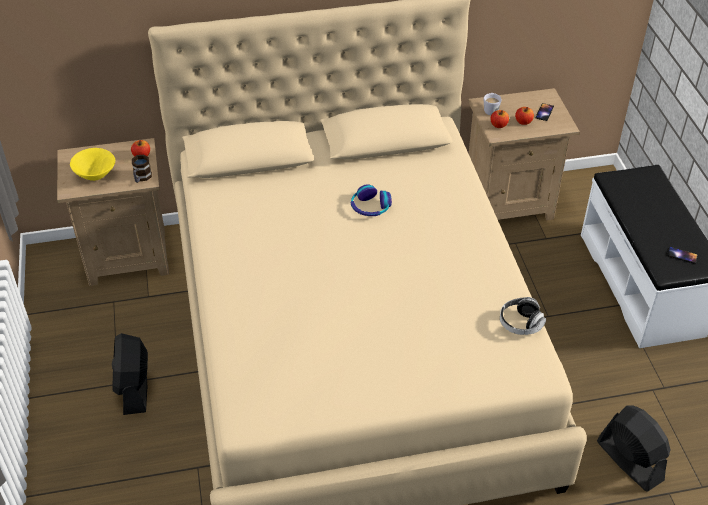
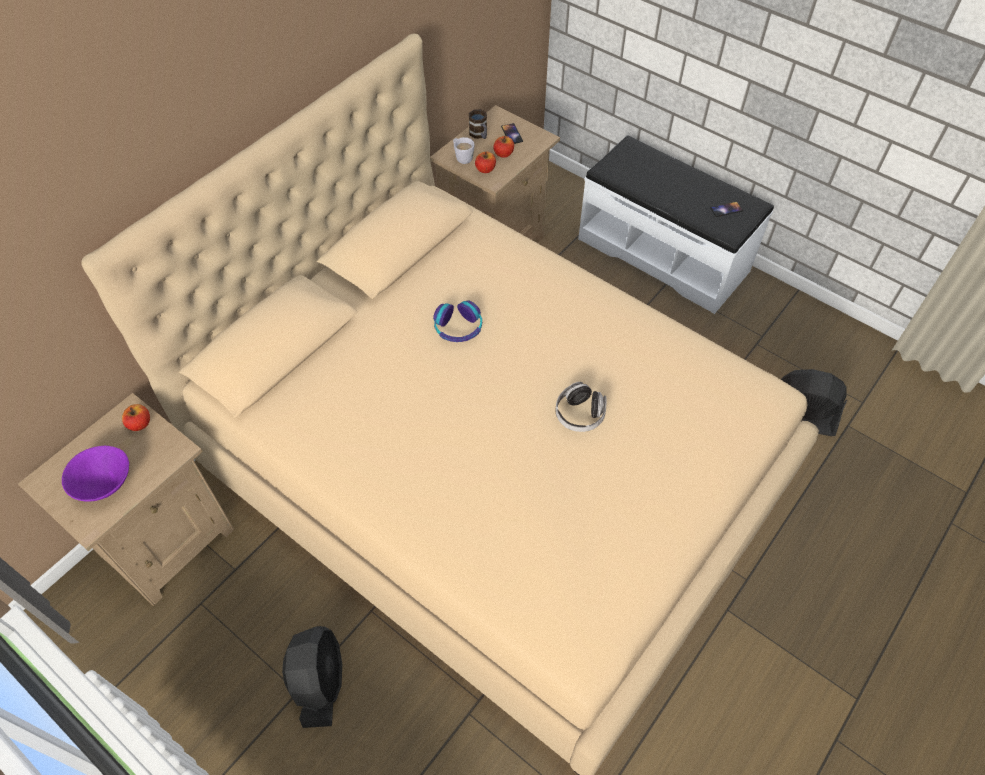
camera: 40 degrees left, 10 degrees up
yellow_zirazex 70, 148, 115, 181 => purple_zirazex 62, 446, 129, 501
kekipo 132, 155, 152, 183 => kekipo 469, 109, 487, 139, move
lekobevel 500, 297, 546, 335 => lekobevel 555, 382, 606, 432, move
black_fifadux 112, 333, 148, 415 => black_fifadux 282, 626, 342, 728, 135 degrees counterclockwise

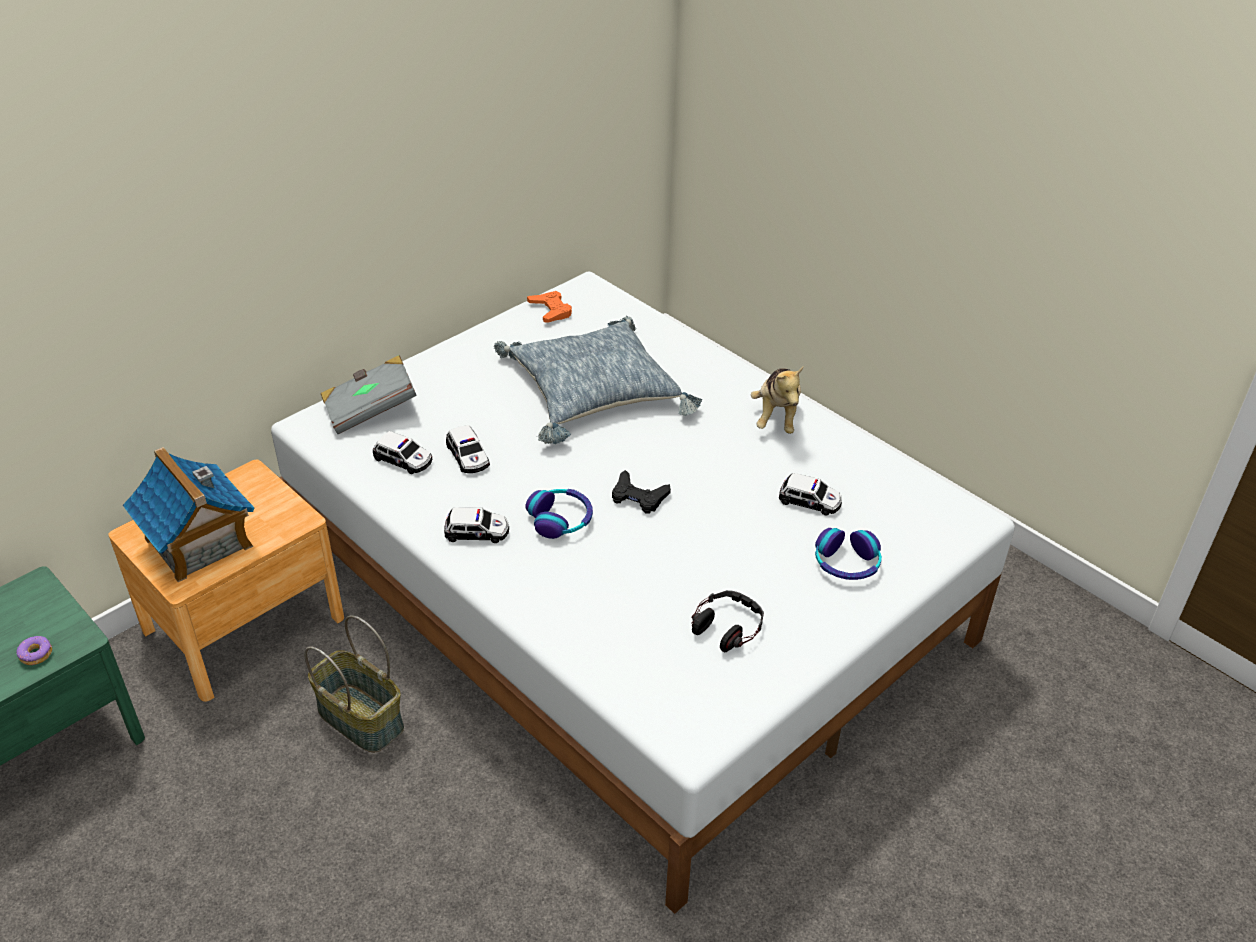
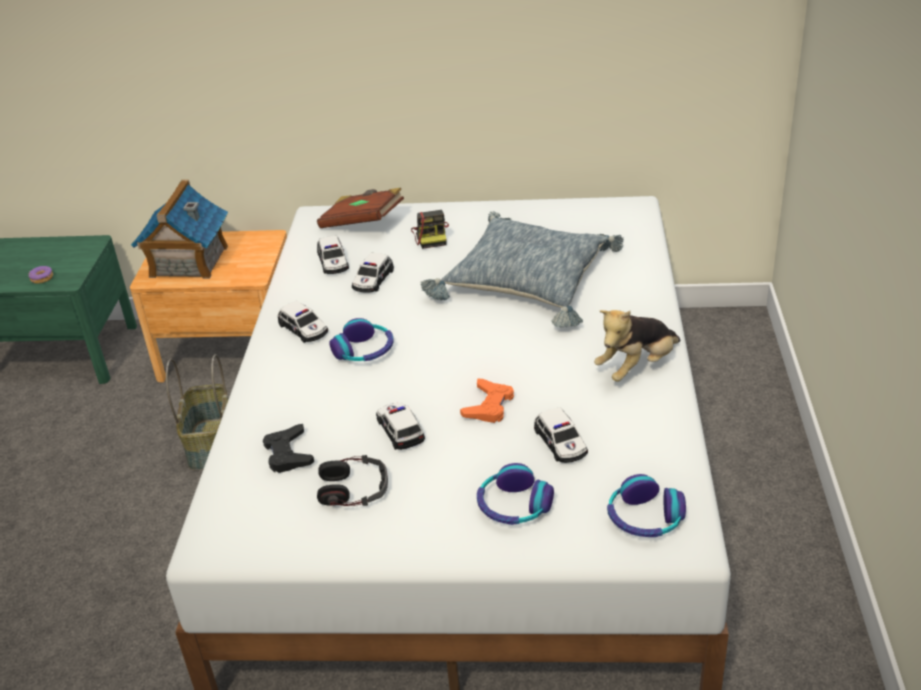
camera: 50 degrees right, 5 degrees down
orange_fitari 527, 291, 572, 323 => orange_fitari 460, 378, 514, 423, move
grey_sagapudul 321, 355, 417, 434 => brown_sagapudul 317, 188, 404, 228
black_fitari 612, 470, 671, 514 => black_fitari 263, 424, 314, 473, move
nothing => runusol 411, 210, 449, 249
nothing => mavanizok 376, 402, 425, 450
nothing => lekobevel 607, 474, 686, 537

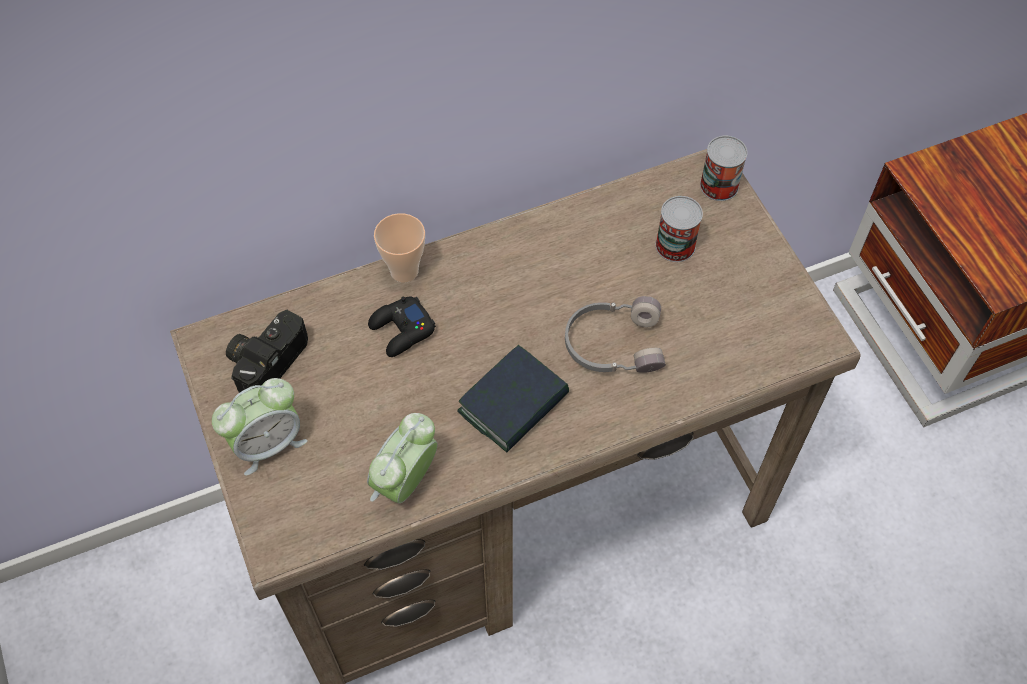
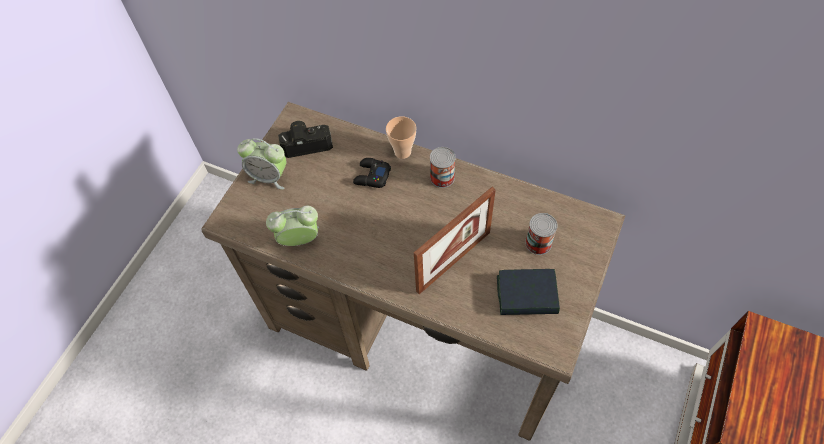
camera: 50 degrees right, 0 degrees up
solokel 700, 135, 748, 201 => solokel 430, 147, 456, 188, move
grey_lekobevel 565, 296, 666, 373 => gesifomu 414, 187, 496, 294
sagapudul 457, 345, 569, 452 => sagapudul 497, 269, 560, 315, move

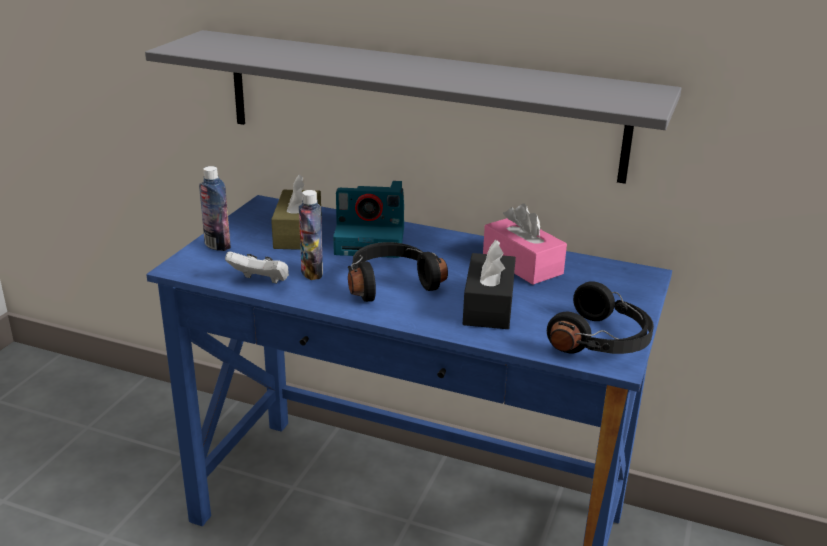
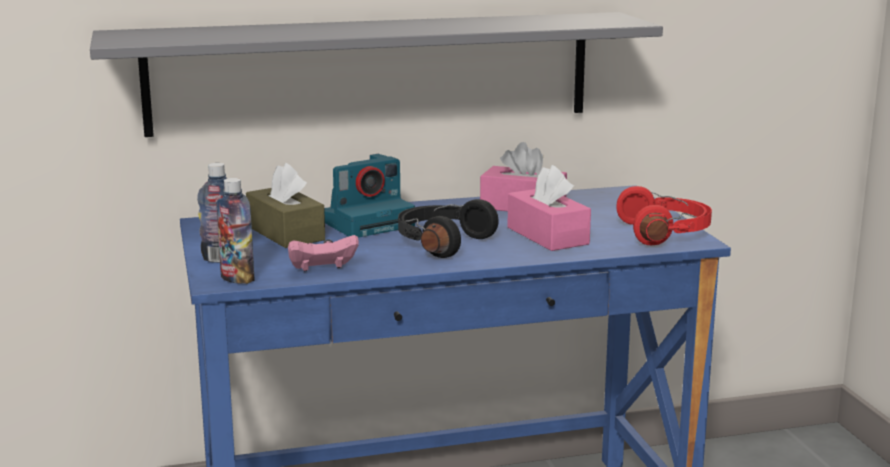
camera: 35 degrees left, 10 degrees down
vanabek 299, 190, 323, 280 => vanabek 217, 178, 255, 284, move
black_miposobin 463, 240, 516, 329 => pink_miposobin 507, 165, 591, 251
white_fitari 225, 251, 289, 283 => pink_fitari 288, 235, 359, 272
black_lekobevel 547, 281, 654, 354 => red_lekobevel 616, 186, 712, 245

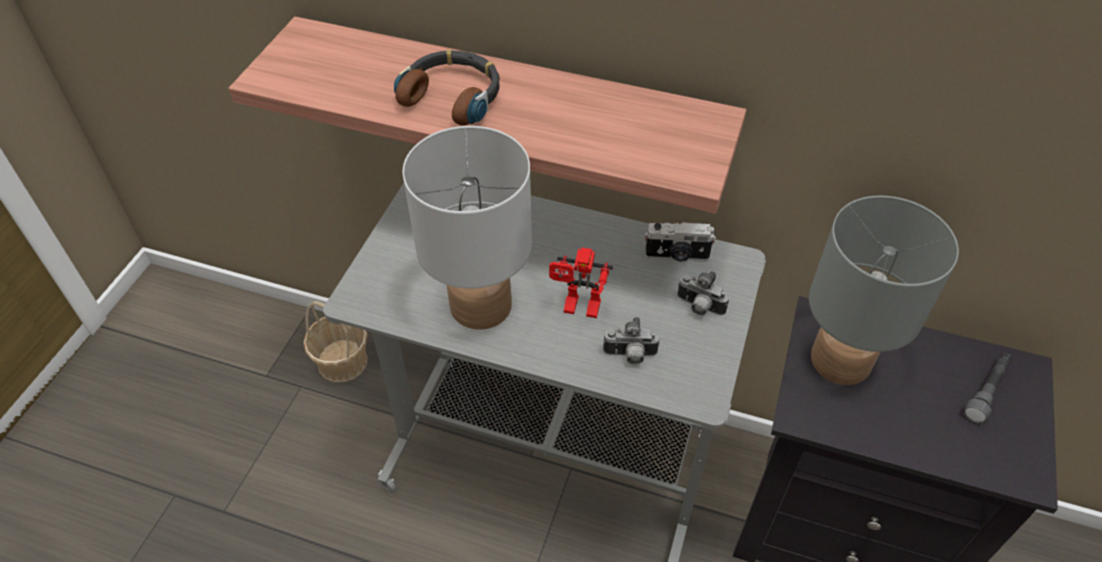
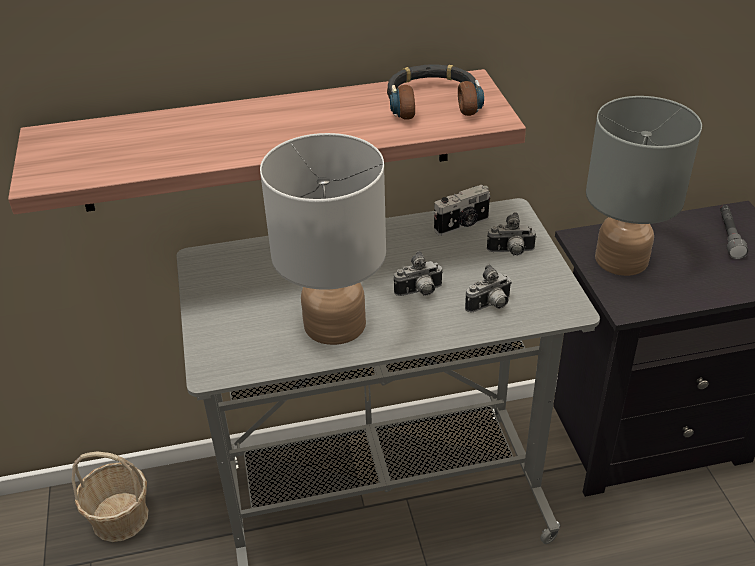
camera: 30 degrees left, 10 degrees down
lekobevel 394, 49, 500, 125 => lekobevel 387, 65, 484, 120, move
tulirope 549, 248, 613, 318 => runusol 394, 251, 443, 296

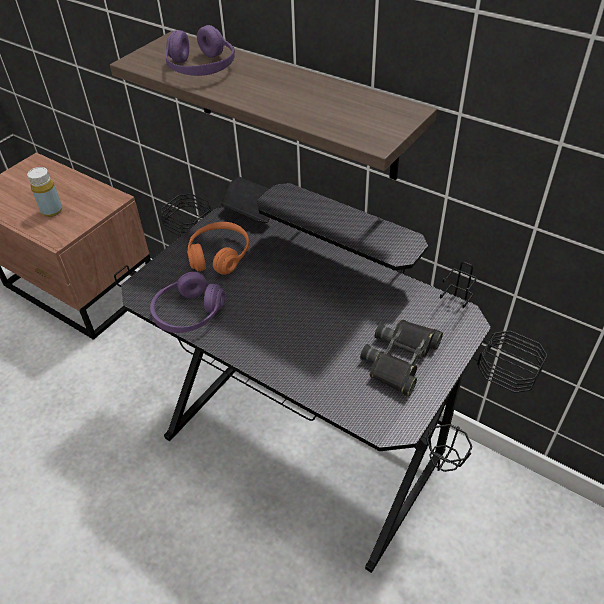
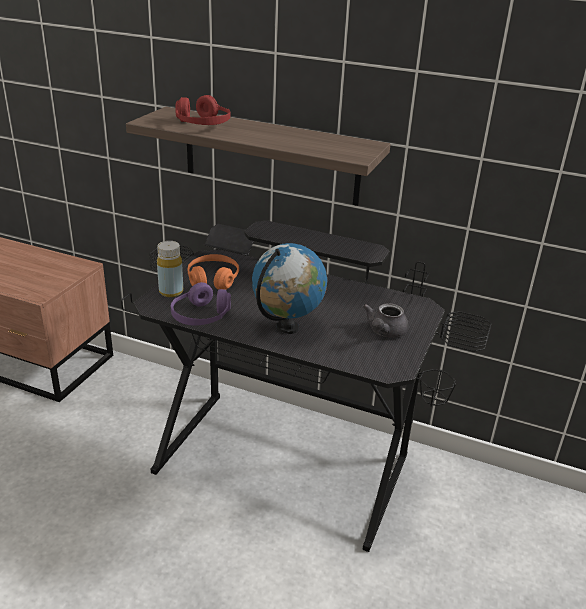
camera: 15 degrees left, 15 degrees down
purple_lekobevel 165, 25, 235, 76 => red_lekobevel 175, 95, 231, 125
yellow_vanabek 27, 167, 63, 217 => yellow_vanabek 157, 241, 183, 297, move
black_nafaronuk 360, 320, 443, 396 => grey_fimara 363, 303, 409, 338
nothing => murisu 252, 243, 327, 334

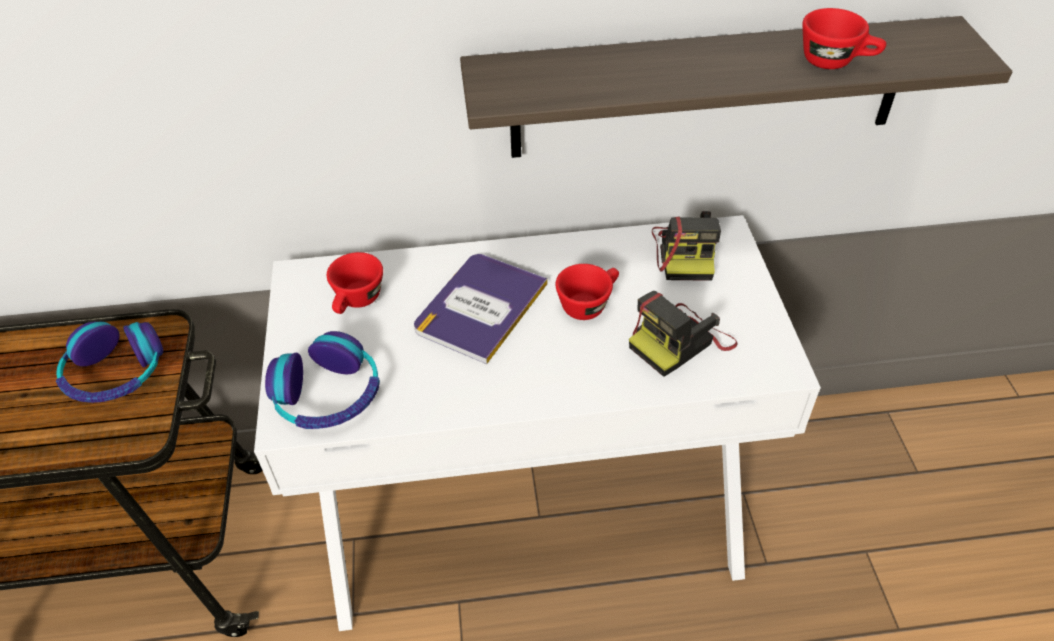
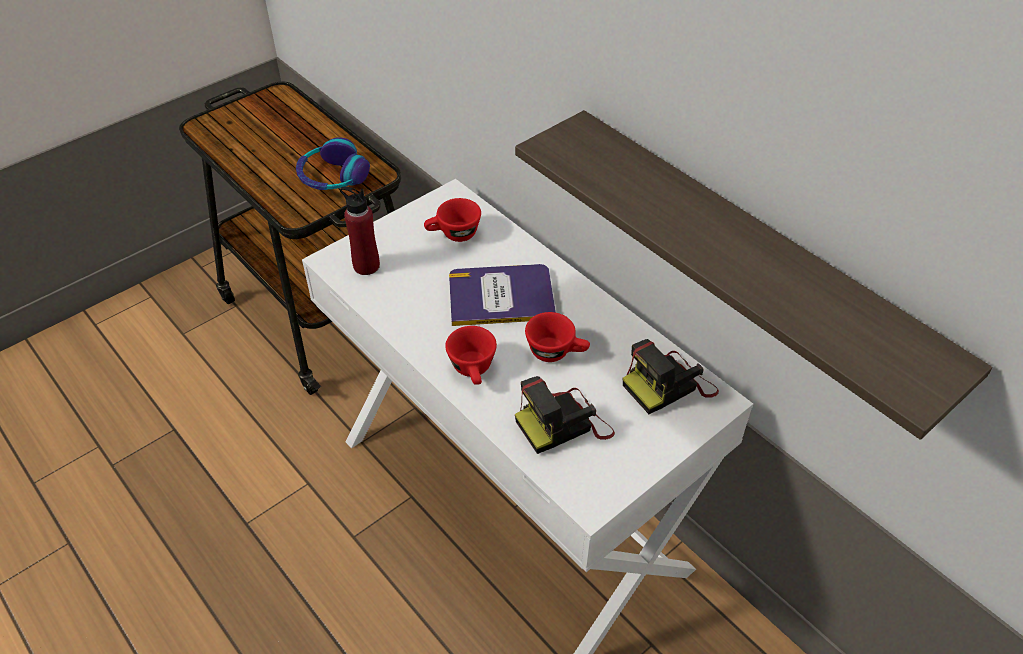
camera: 55 degrees right, 0 degrees up
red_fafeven 802, 8, 886, 69 => red_fafeven 445, 326, 497, 385, move
runusol 629, 291, 738, 377 => runusol 515, 376, 615, 454, 45 degrees counterclockwise
lekobevel 265, 331, 380, 429 => red_vanabek 340, 187, 380, 275

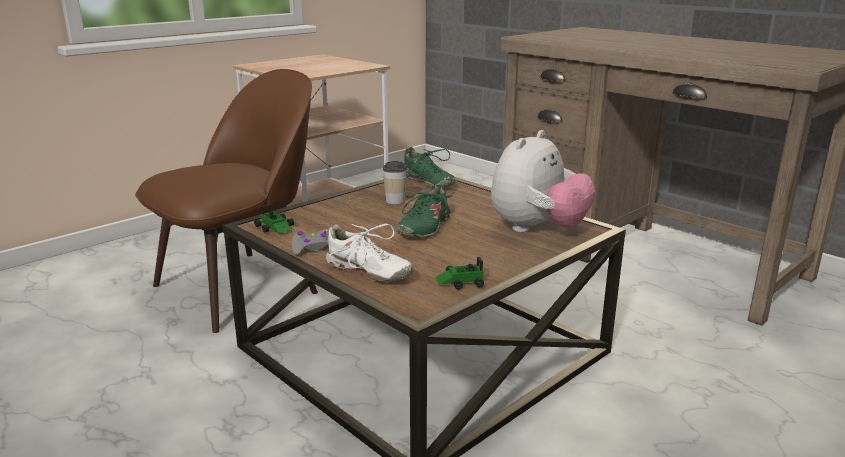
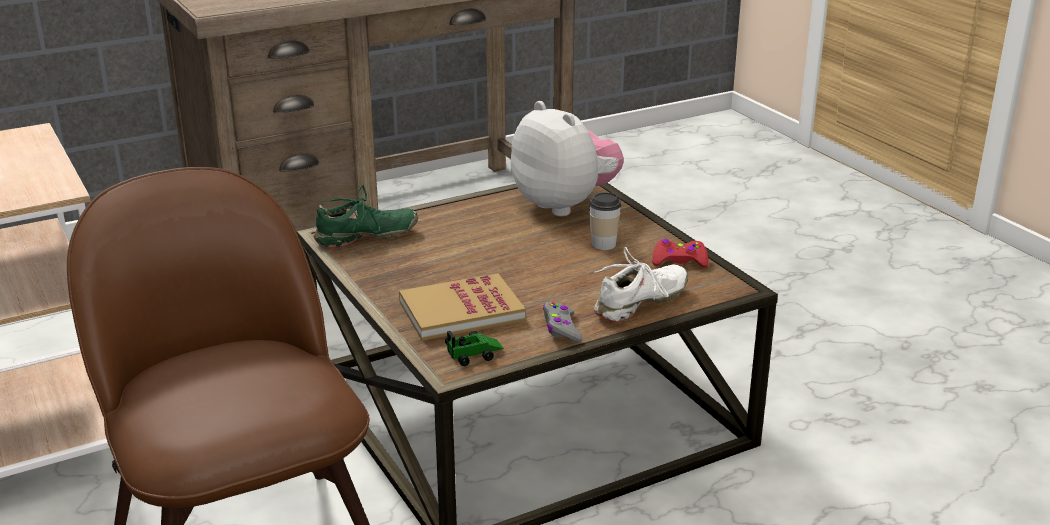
camera: 75 degrees left, 5 degrees up
fafeven 382, 161, 407, 204 => fafeven 589, 192, 622, 250, move
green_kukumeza 396, 183, 455, 237 => nothing
mavanizok 435, 257, 484, 290 => red_fitari 652, 239, 709, 267
nothing => sagapudul 399, 273, 525, 341

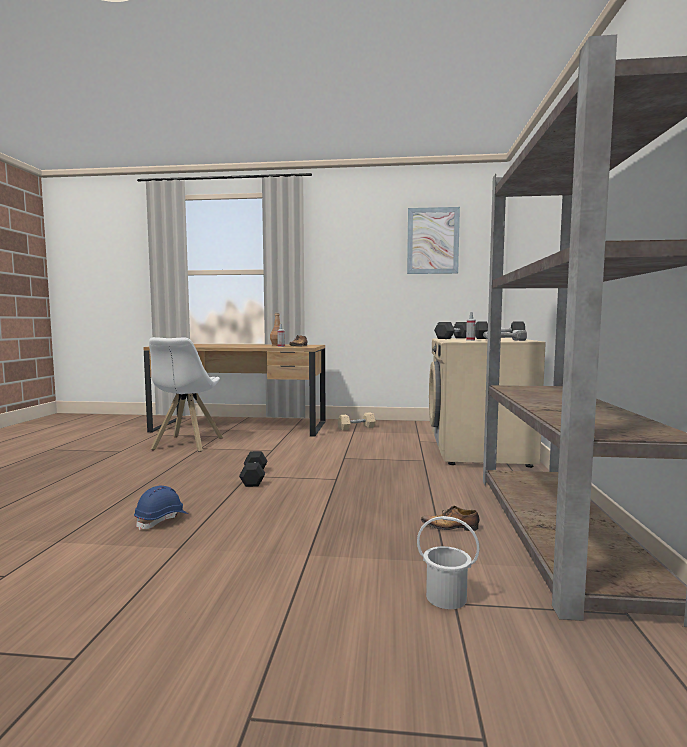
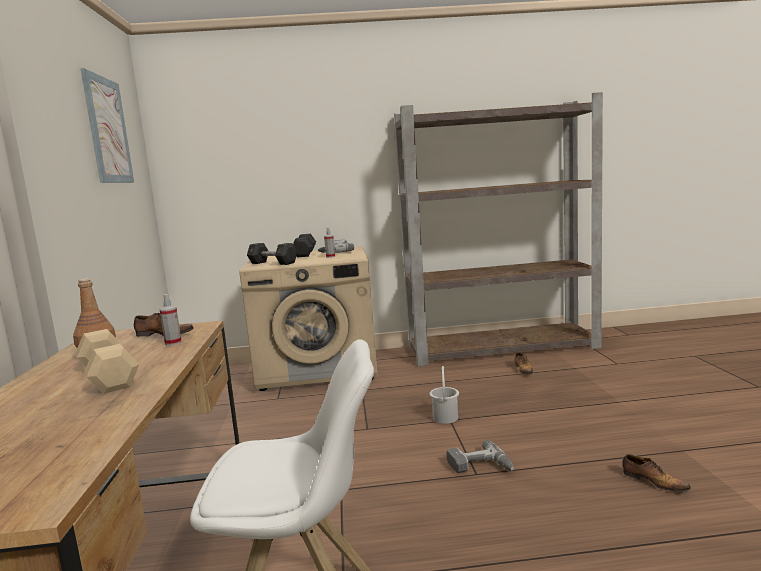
camera: 100 degrees left, 5 degrees up
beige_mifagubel 338, 412, 376, 431 => beige_mifagubel 75, 329, 139, 394, move
black_mifagubel 239, 451, 267, 487 => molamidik 447, 440, 514, 473
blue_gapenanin 134, 486, 189, 531 => kukumeza 622, 454, 691, 493
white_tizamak 417, 516, 480, 609 => white_tizamak 429, 366, 459, 424, move

